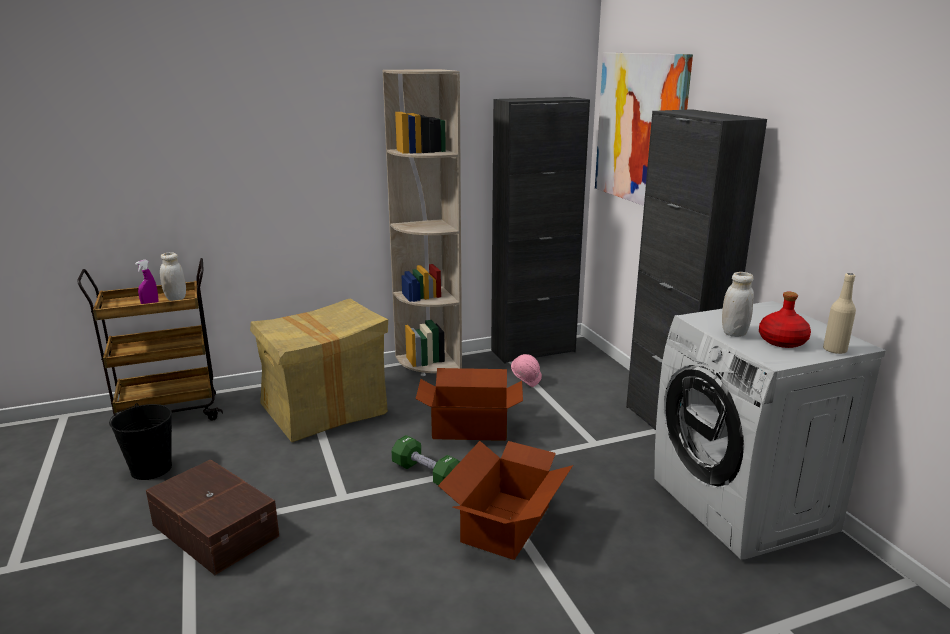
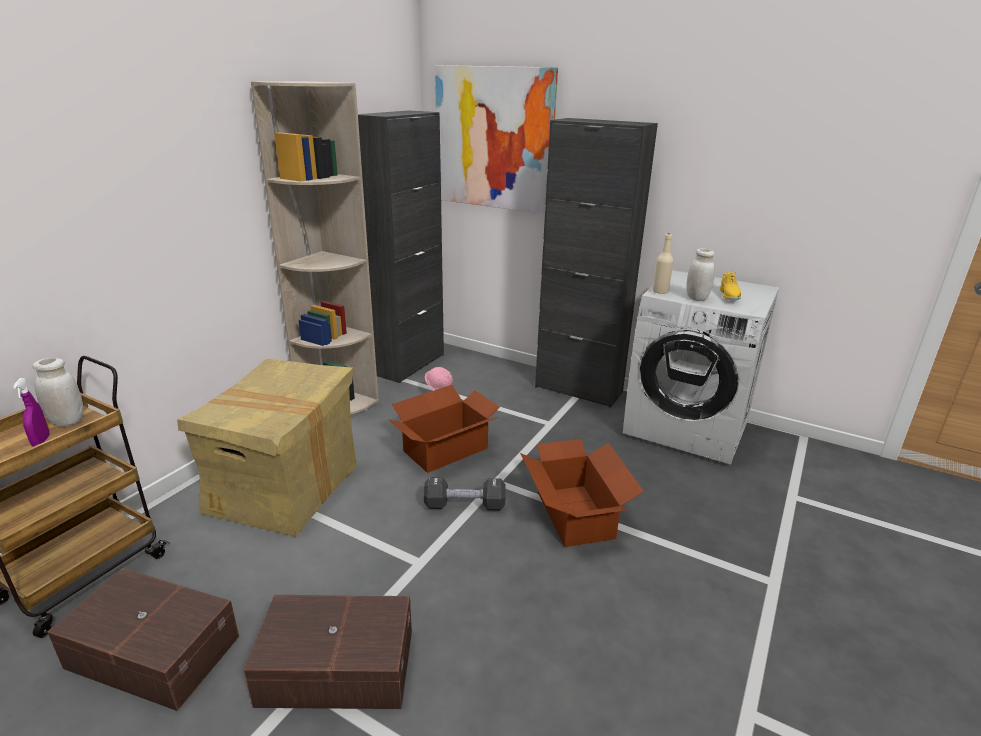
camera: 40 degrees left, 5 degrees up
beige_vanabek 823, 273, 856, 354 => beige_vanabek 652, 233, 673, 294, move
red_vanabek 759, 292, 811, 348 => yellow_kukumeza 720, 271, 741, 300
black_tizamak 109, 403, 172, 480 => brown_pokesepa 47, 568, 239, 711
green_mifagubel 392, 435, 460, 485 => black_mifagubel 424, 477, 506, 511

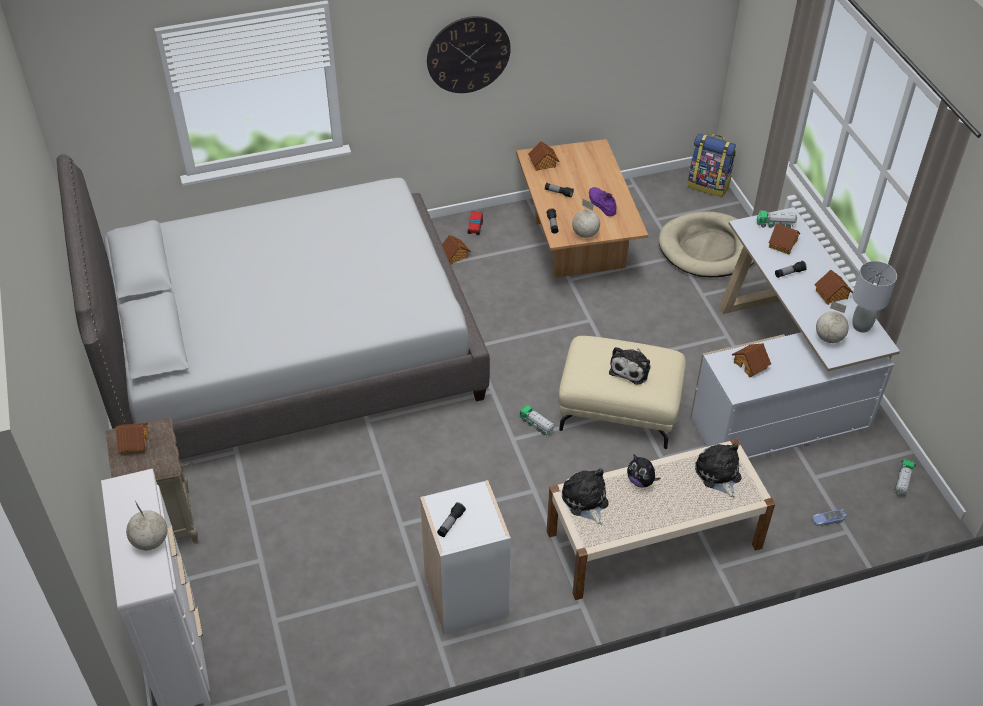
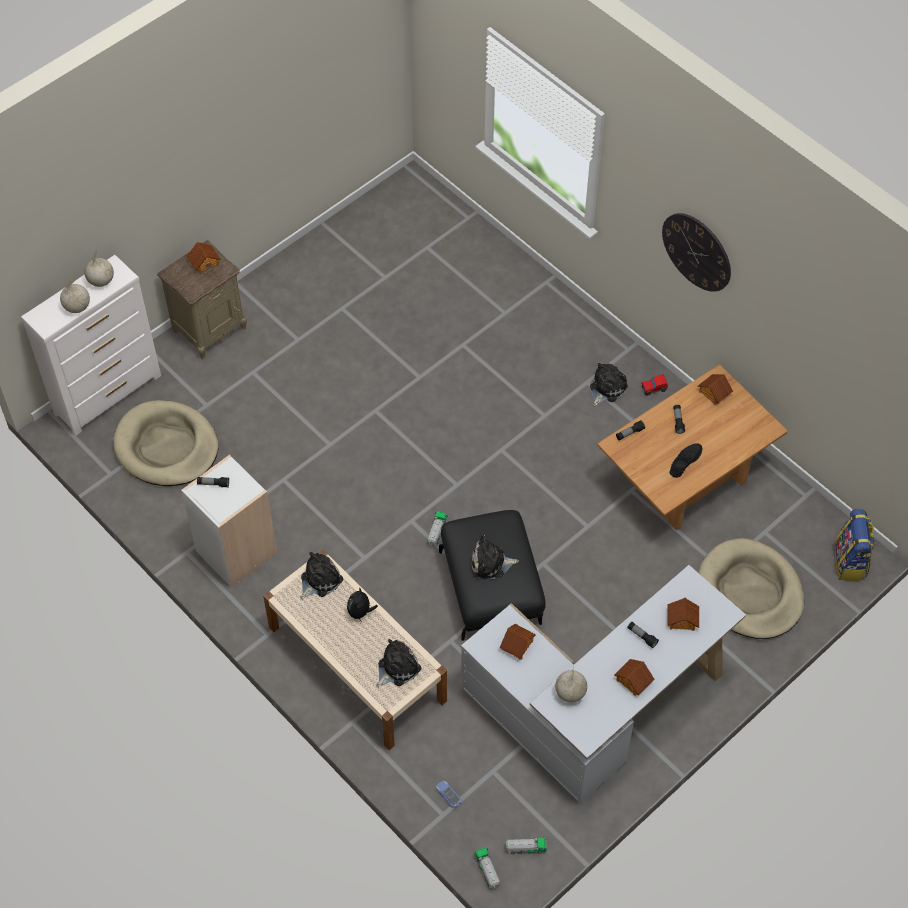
camera: 65 degrees right, 10 degrees up
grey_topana 56, 154, 490, 460 => nothing
purple_kukumeza 589, 187, 617, 216 => black_kukumeza 670, 443, 702, 478
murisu 572, 199, 600, 238 => murisu 84, 249, 114, 287, move
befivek 757, 211, 797, 228 => befivek 475, 848, 500, 889, move
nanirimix 442, 235, 471, 265 => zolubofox 590, 363, 628, 406
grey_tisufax 852, 261, 897, 333 => nothing
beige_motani 558, 336, 686, 449 => black_motani 439, 510, 546, 641
nothing => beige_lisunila 113, 400, 219, 486

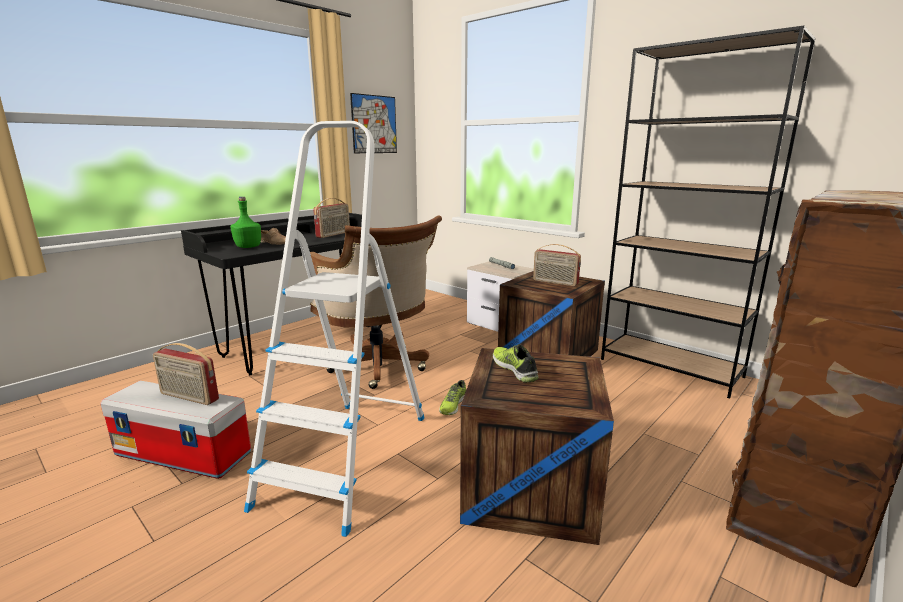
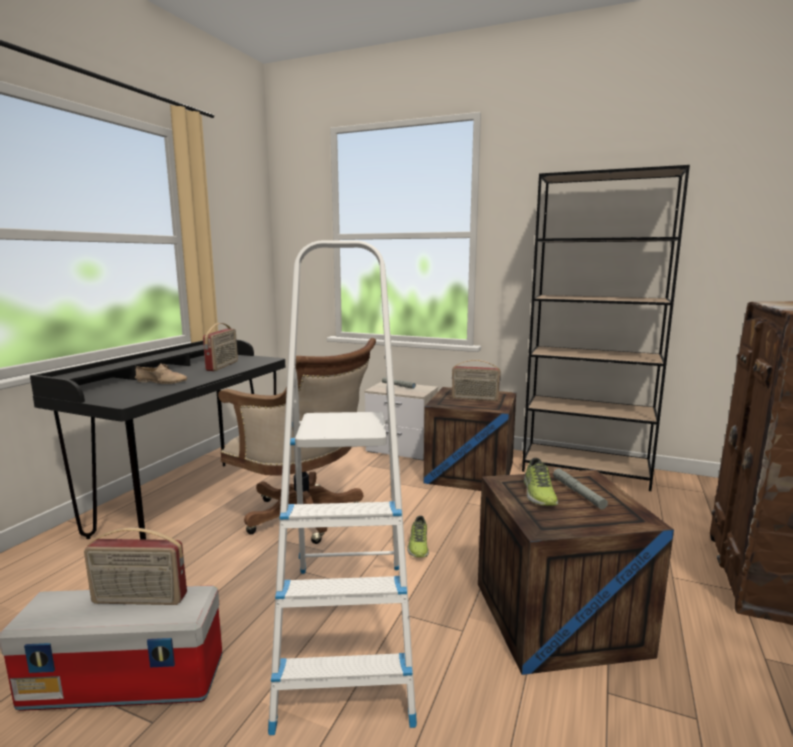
camera: 20 degrees left, 5 degrees down
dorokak 350, 93, 397, 153 => nothing
green_vanabek 230, 197, 261, 248 => nothing
kukumeza 493, 344, 538, 383 => kukumeza 524, 458, 558, 506, 135 degrees counterclockwise
nothing => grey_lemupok 553, 469, 608, 509

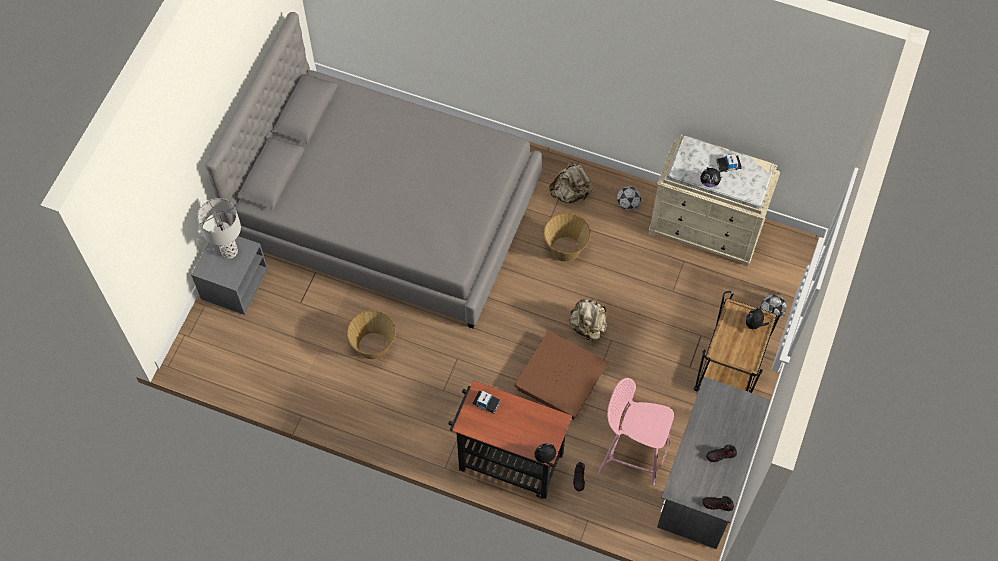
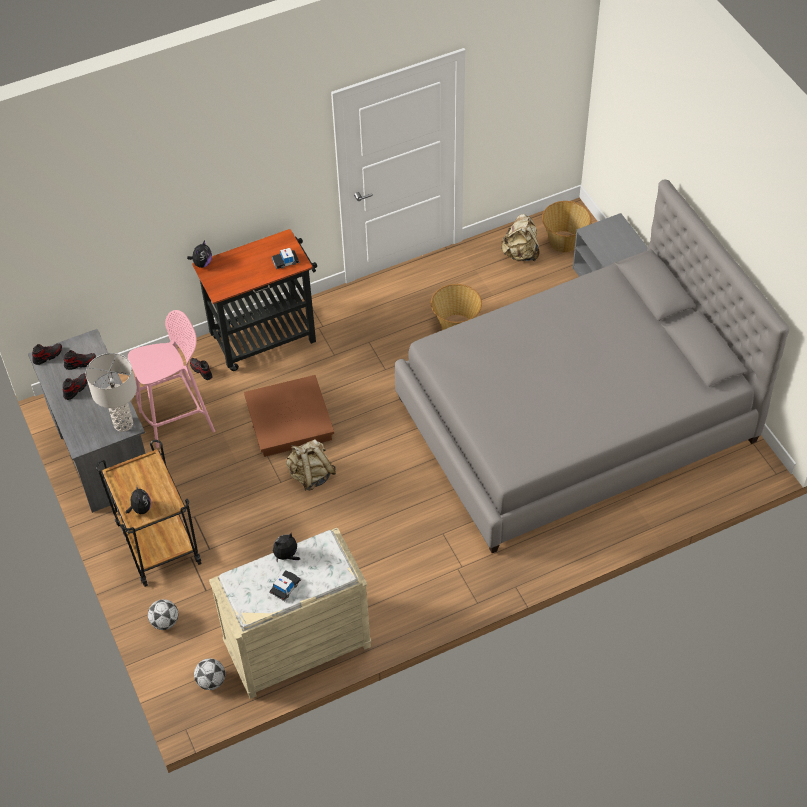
camera: 135 degrees right, 10 degrees down
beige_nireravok 549, 162, 593, 203 => beige_nireravok 501, 214, 540, 261, move
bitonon 617, 186, 641, 211 => bitonon 194, 658, 225, 690, move
white_tisufax 197, 198, 241, 259 => white_tisufax 86, 353, 137, 432, move
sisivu 543, 212, 591, 262 => sisivu 542, 201, 591, 253, move
nothing => kukumeza 64, 350, 96, 370

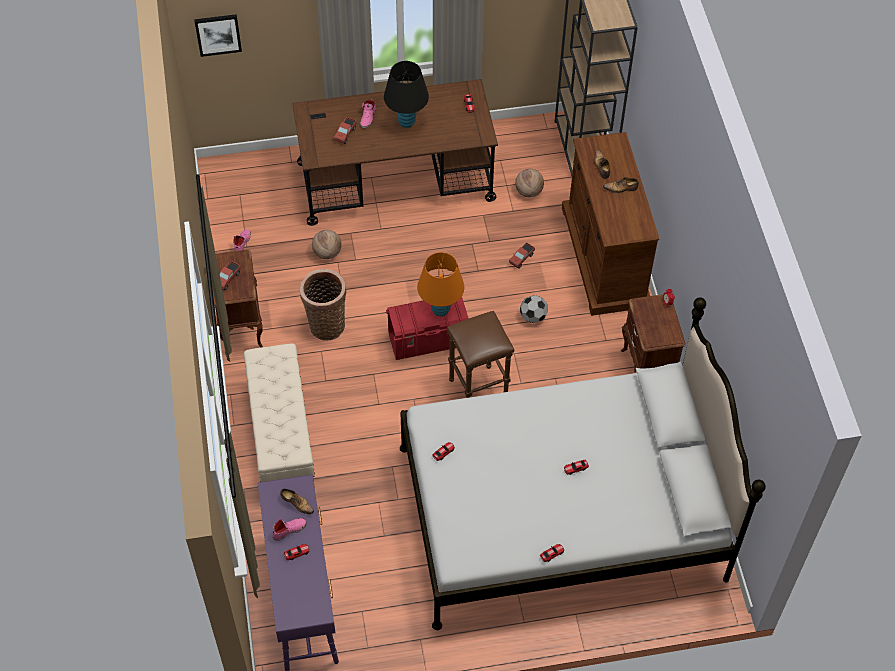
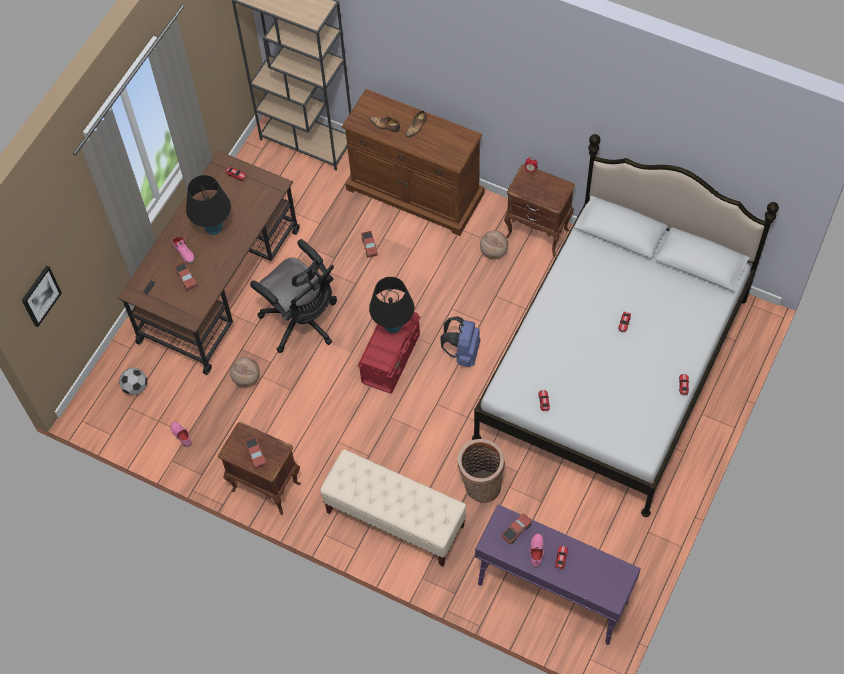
camera: 50 degrees left, 5 degrees up
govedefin 515, 169, 544, 197 => govedefin 480, 231, 508, 259, move
orange_tisufax 417, 252, 464, 316 => black_tisufax 369, 277, 414, 333
sisivu 300, 269, 346, 340 => sisivu 458, 439, 505, 503, move
bitonon 520, 295, 548, 323 => bitonon 119, 368, 147, 395, move
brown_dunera 447, 311, 514, 398 => blue_nireravok 440, 316, 480, 367
kukumeza 280, 489, 314, 514 => befivek 501, 513, 532, 544
nothing => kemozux 250, 239, 337, 353

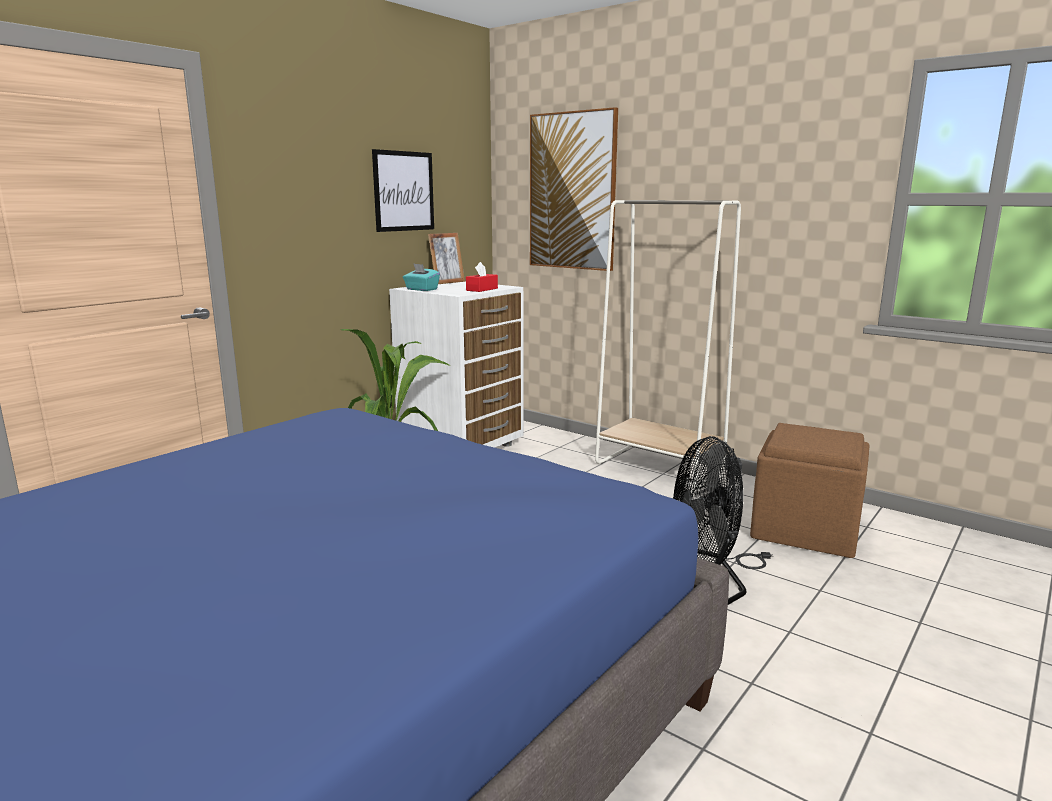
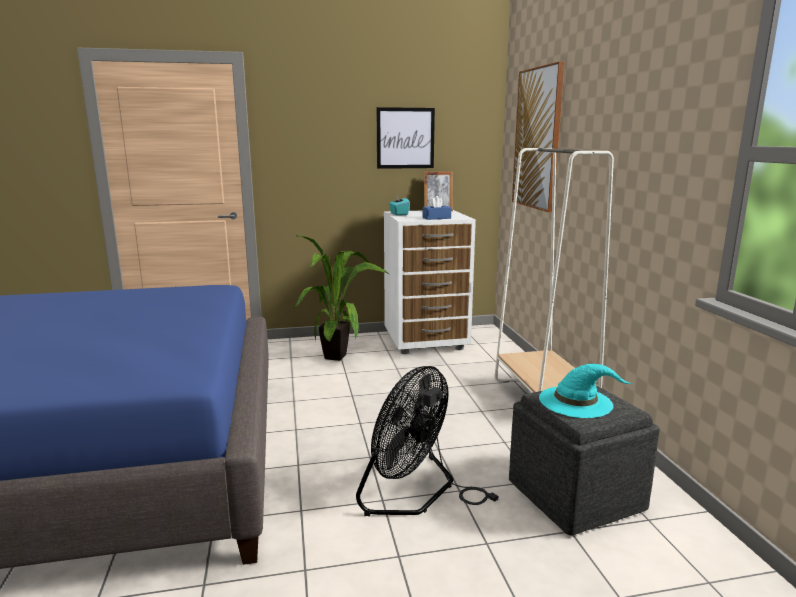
camera: 40 degrees right, 0 degrees up
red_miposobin 466, 262, 498, 292 => blue_miposobin 423, 196, 451, 220
brown_motani 750, 423, 870, 558 => grey_motani 509, 385, 660, 536
nothing => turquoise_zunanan 539, 364, 632, 418

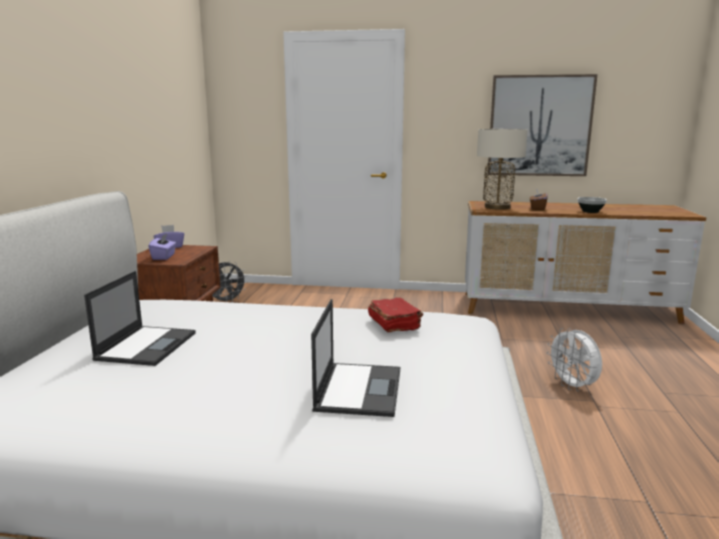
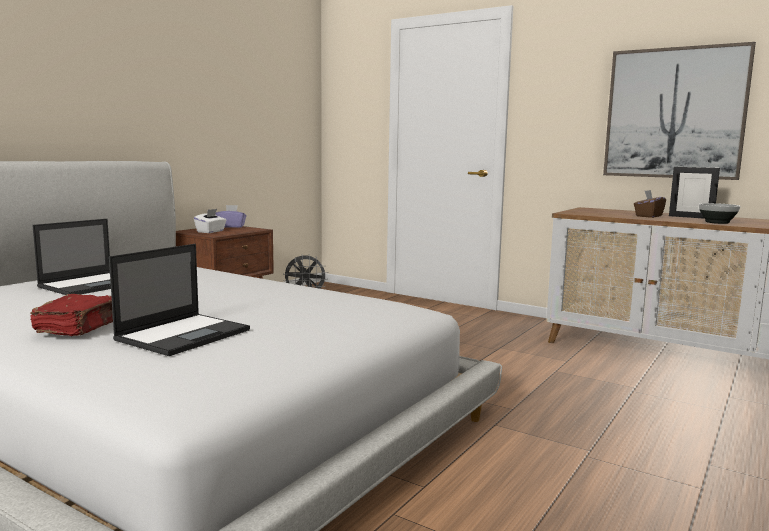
camera: 25 degrees right, 5 degrees down
tisufax 477, 129, 527, 210 => nothing
purple_miposobin 148, 234, 176, 260 => white_miposobin 194, 209, 227, 233
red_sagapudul 368, 297, 423, 332 => red_sagapudul 30, 294, 113, 336, move
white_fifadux 546, 328, 602, 391 => nothing
nothing => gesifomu 669, 167, 720, 219

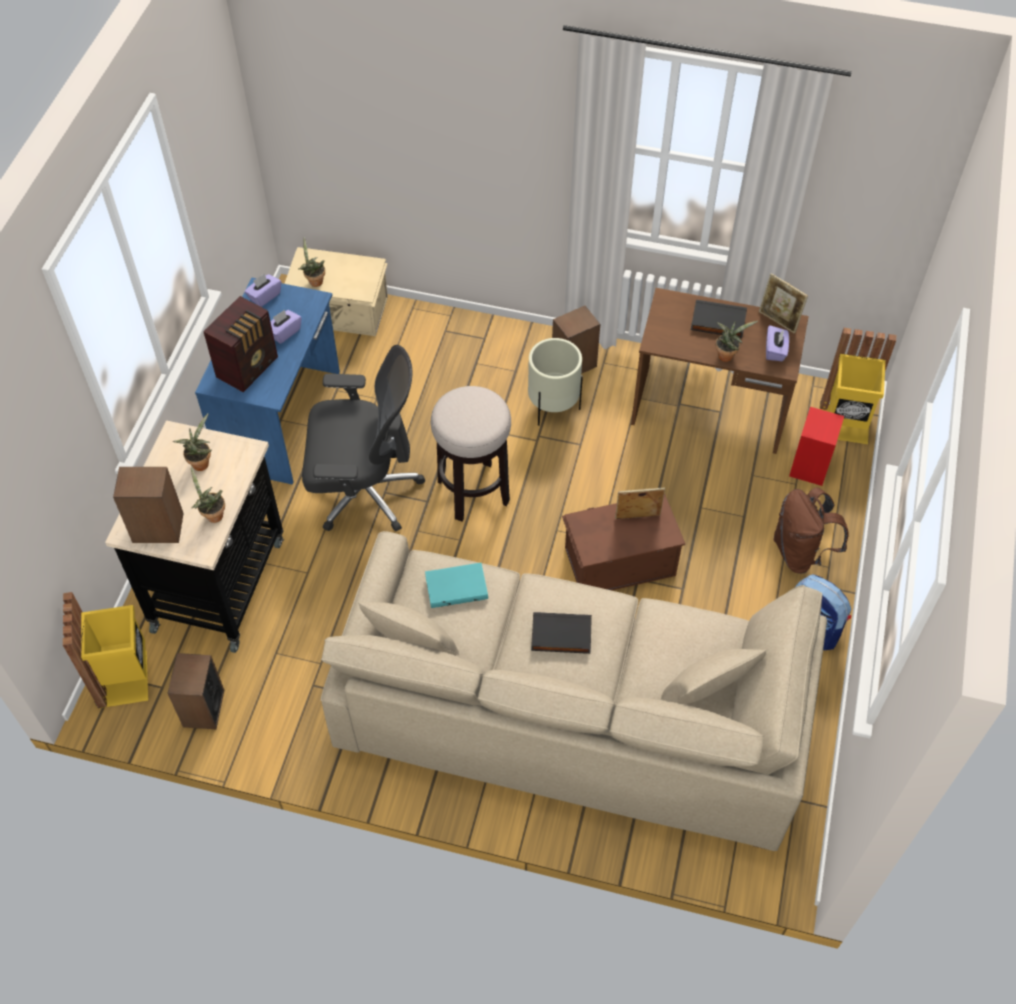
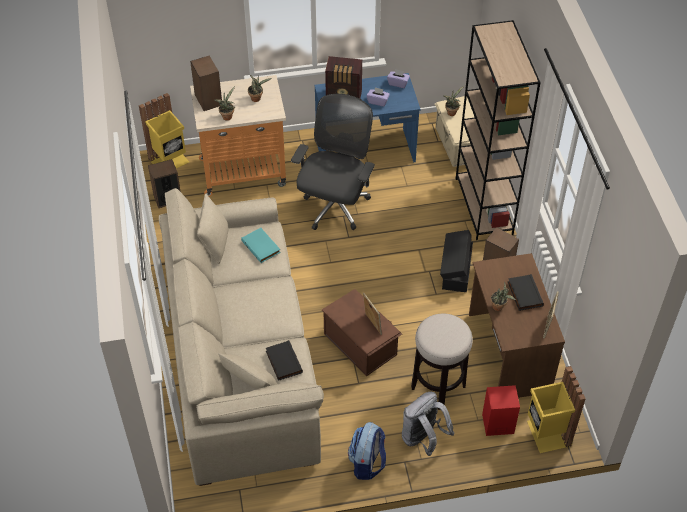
camera: 65 degrees right, 5 degrees down
purple_miposobin 766, 325, 789, 361 => nothing
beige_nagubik 528, 338, 583, 426 => black_pokesepa 440, 230, 473, 292
kemozux 302, 345, 425, 531 => kemozux 291, 94, 375, 230, 135 degrees counterclockwise
dunera 431, 386, 511, 521 => dunera 411, 313, 473, 410, move
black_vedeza 105, 420, 285, 653 => orange_vedeza 190, 75, 286, 197
brown_nireravok 773, 488, 849, 574 => grey_nireravok 402, 392, 455, 456
black_sagapudul 531, 612, 592, 654 => black_sagapudul 266, 340, 303, 381, move
nothing => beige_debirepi 456, 20, 541, 240

